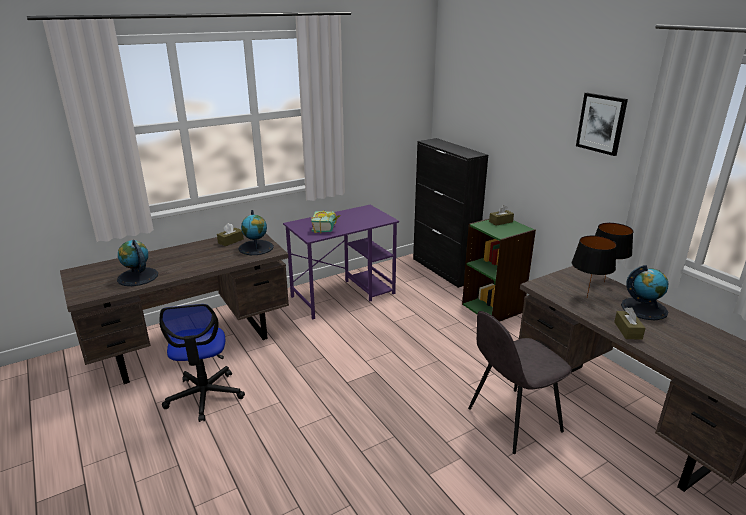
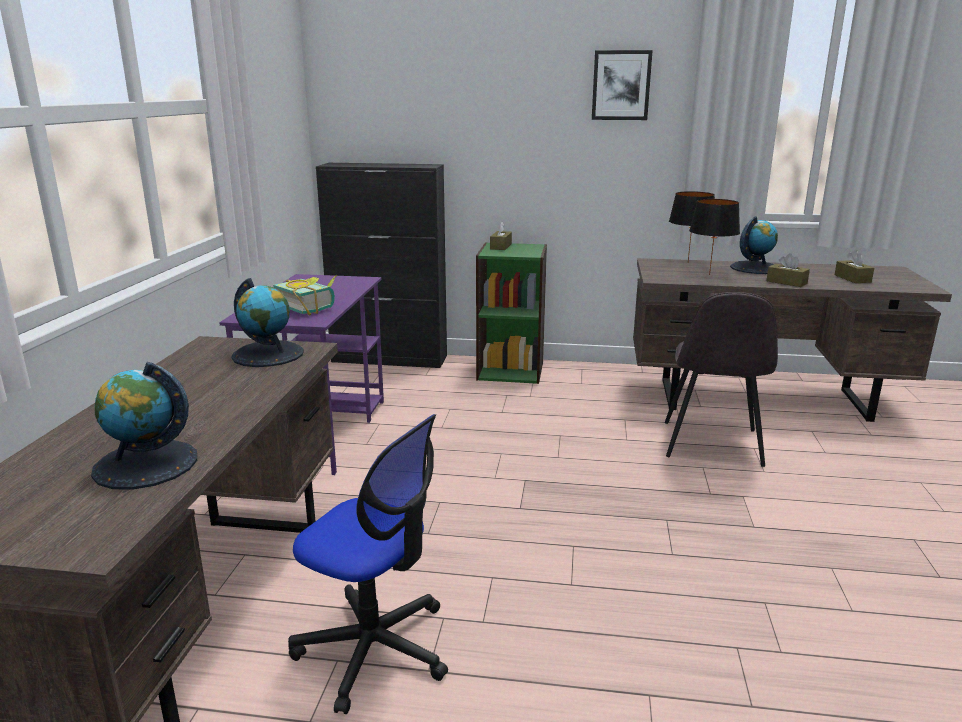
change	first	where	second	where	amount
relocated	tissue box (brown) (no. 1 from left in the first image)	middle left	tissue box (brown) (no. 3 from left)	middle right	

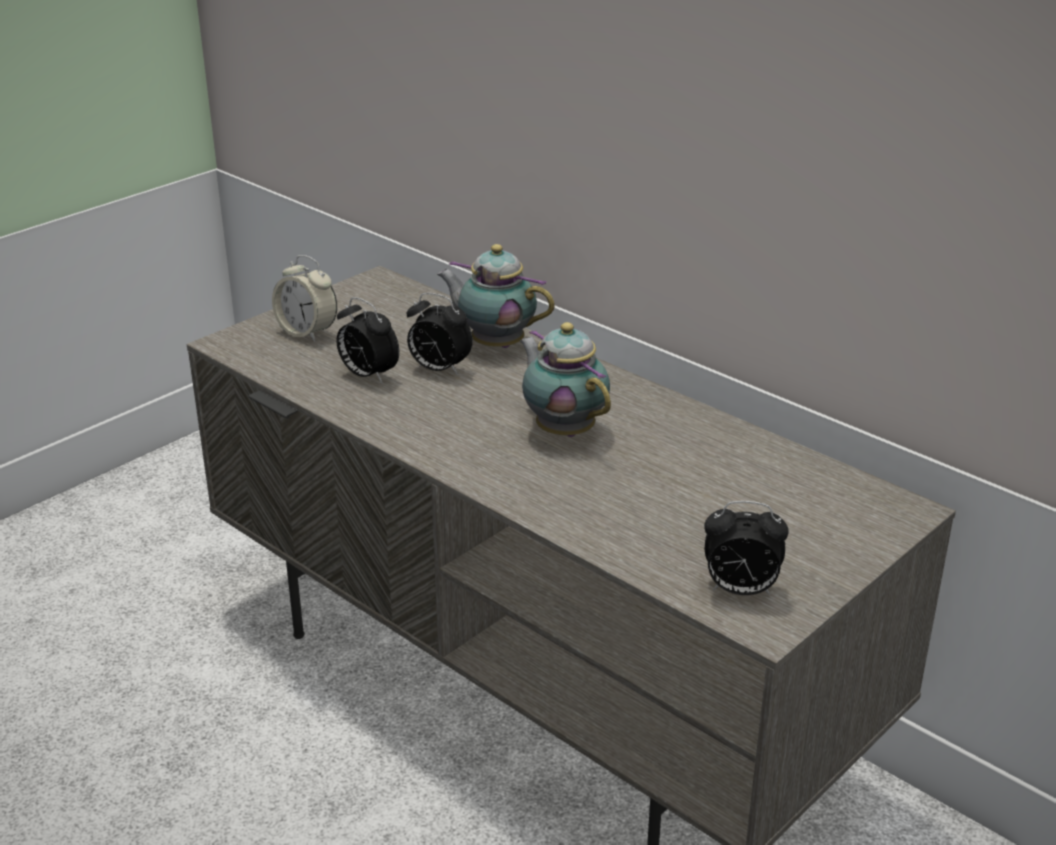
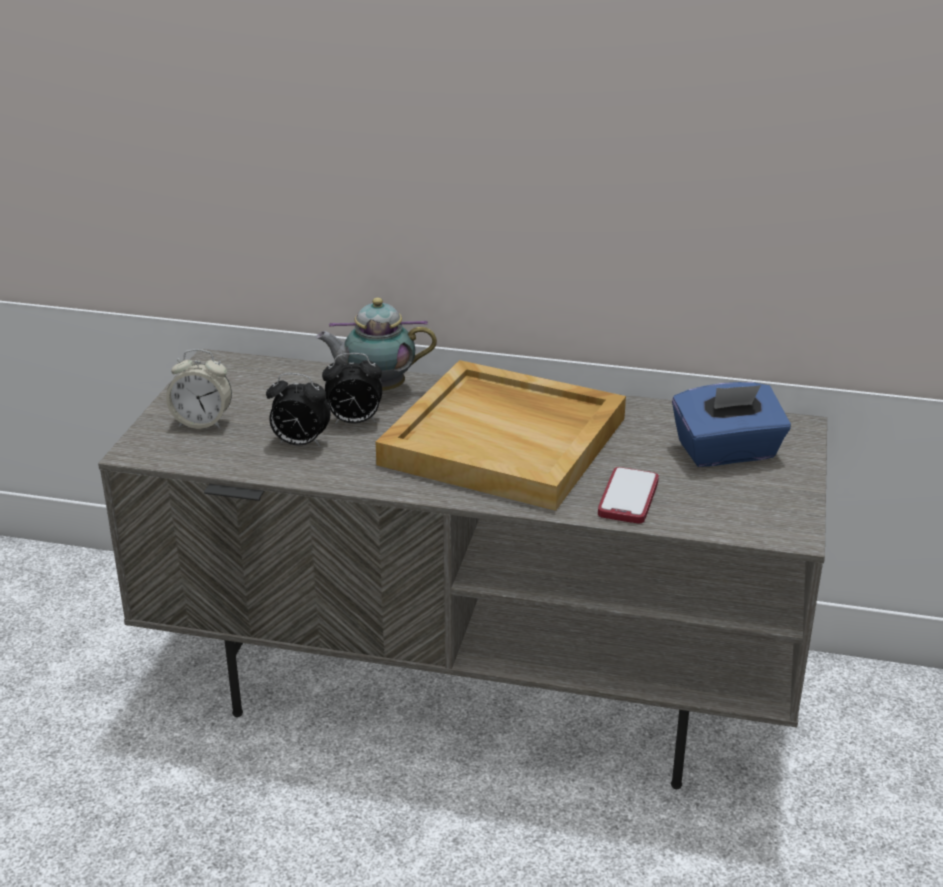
change	first	where	second	where	amount
missing	alarm clock (no. 4 from left)	middle right			
appeared			phone	centre	
appeared			tissue box (blue)	middle right	
exchanged	teapot (no. 2 from left)	centre	tray (beige)	centre	

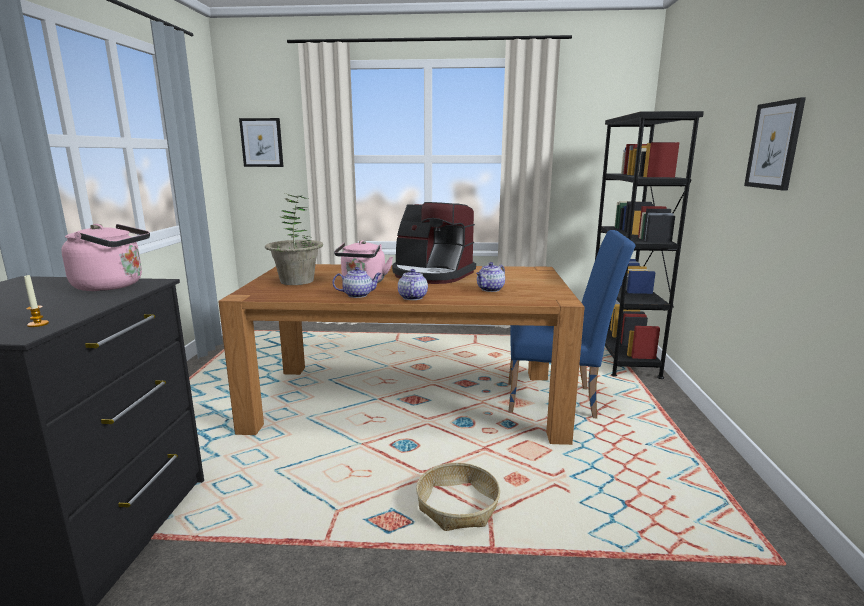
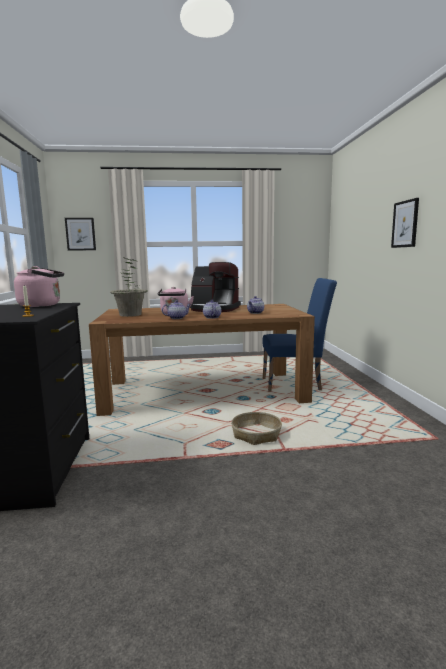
change	first	where	second	where	amount
missing	bookcase (black)	middle right			

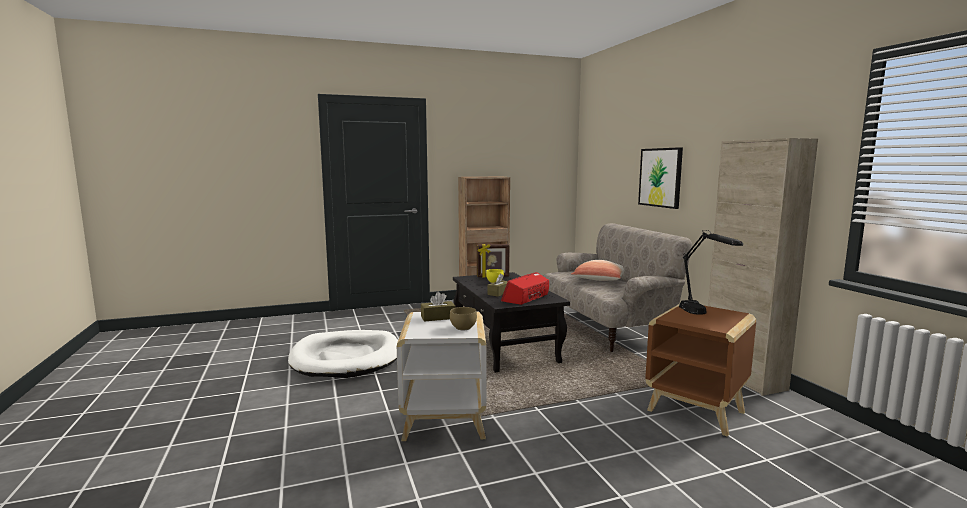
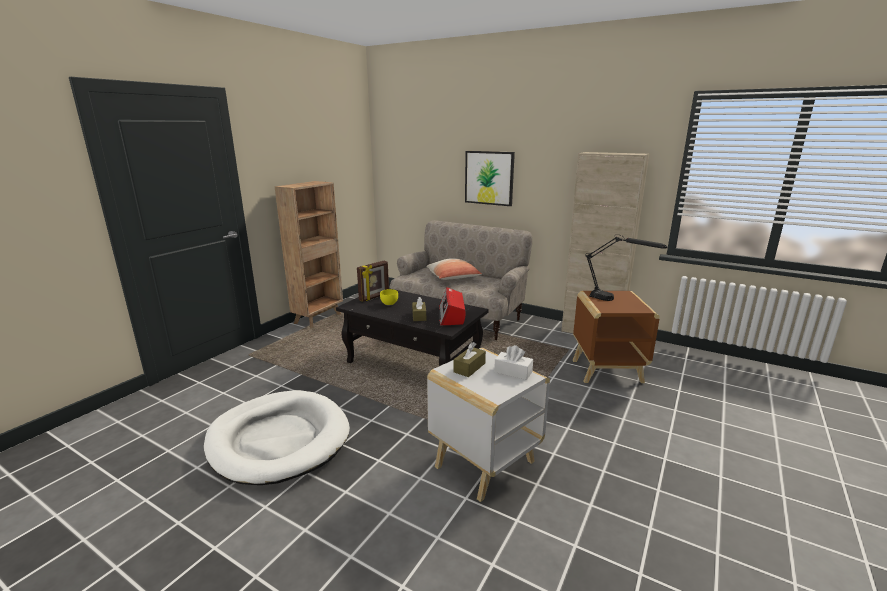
change	first	where	second	where	amount
exchanged	bowl (brown)	centre	tissue box (white)	centre	

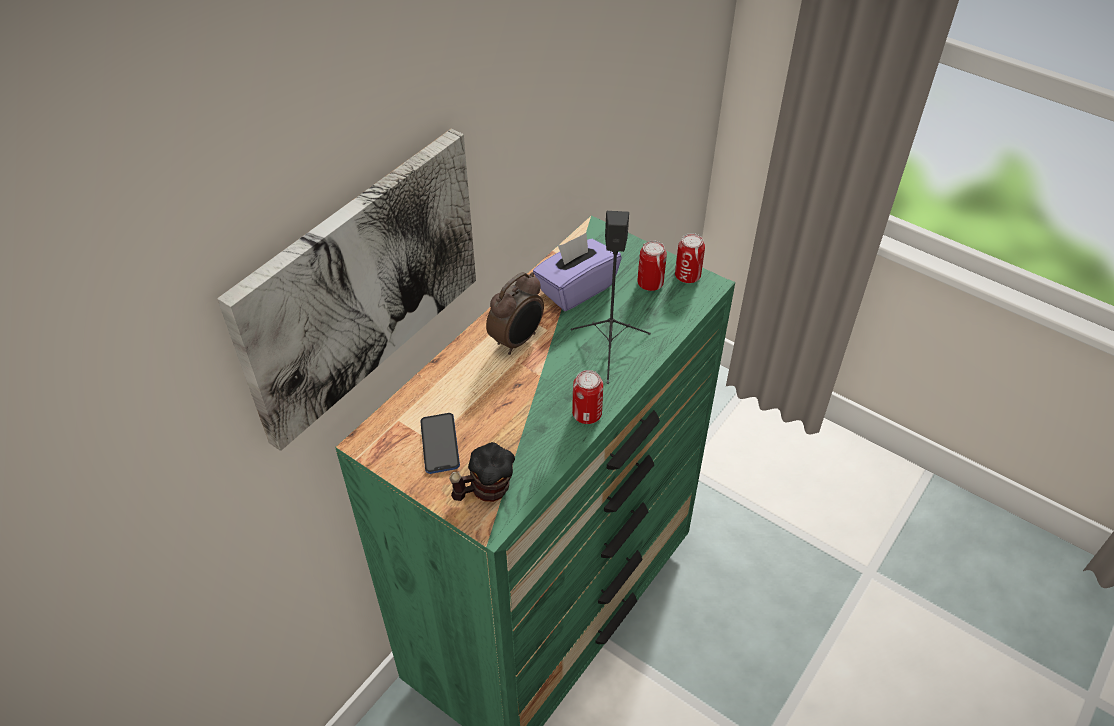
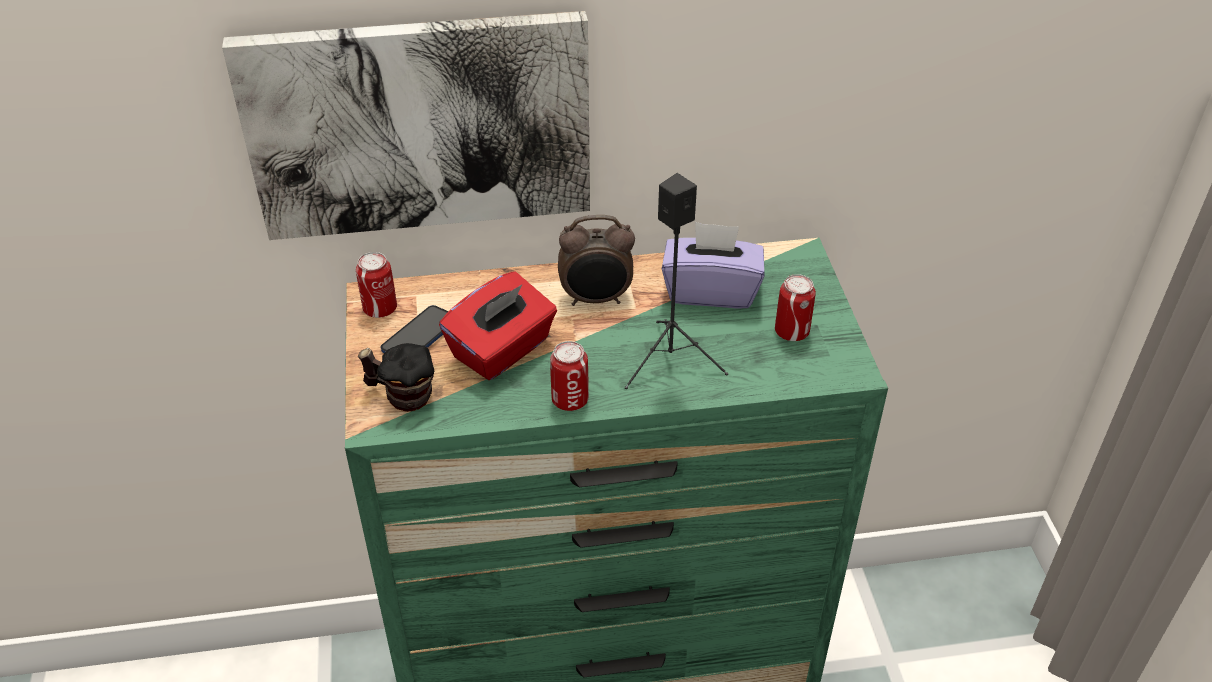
change	first	where	second	where	amount
appeared			tissue box (red)	centre	
relocated	can (no. 3 from left in the first image)	centre	can (no. 1 from left)	middle left	

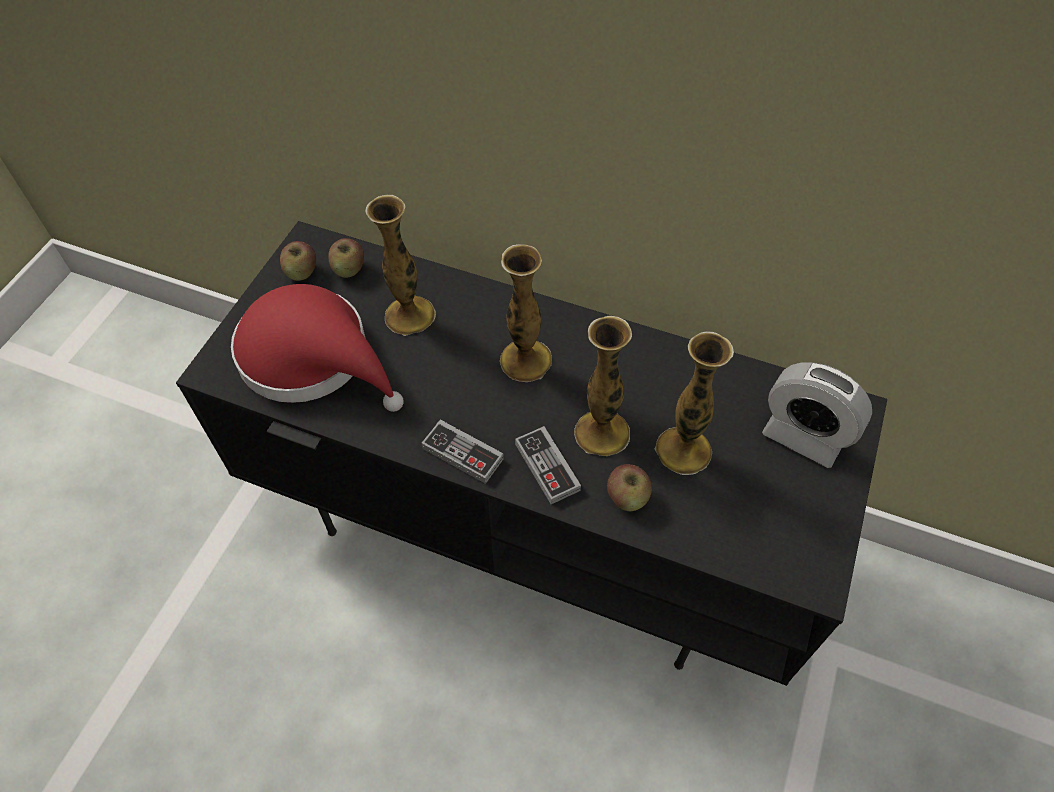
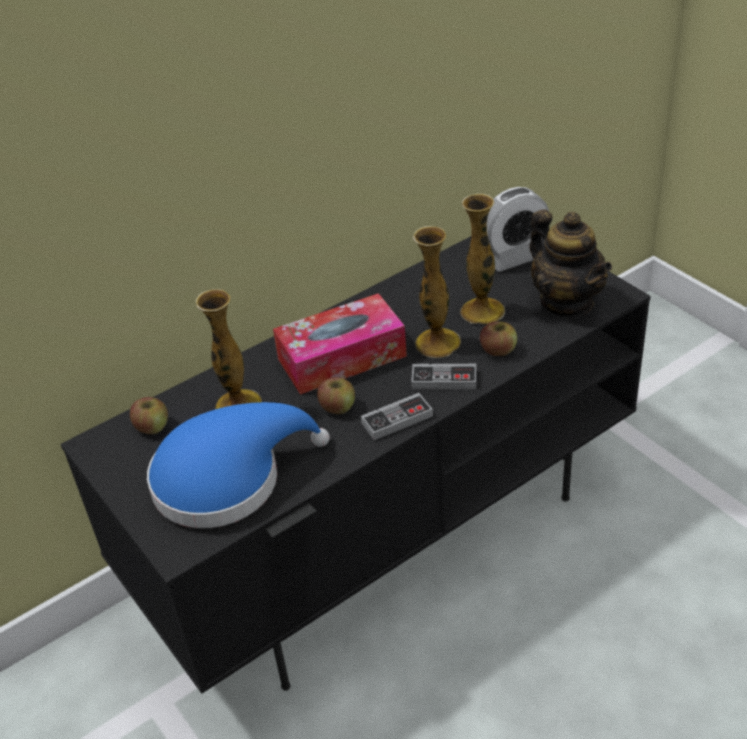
change	first	where	second	where	amount
appeared			teapot	middle right	
relocated	apple (no. 1 from left in the first image)	top left	apple (no. 2 from left)	centre	
exchanged	vase (no. 2 from left)	centre	tissue box	centre	
colour	hat (red)	middle left	hat (blue)	middle left	

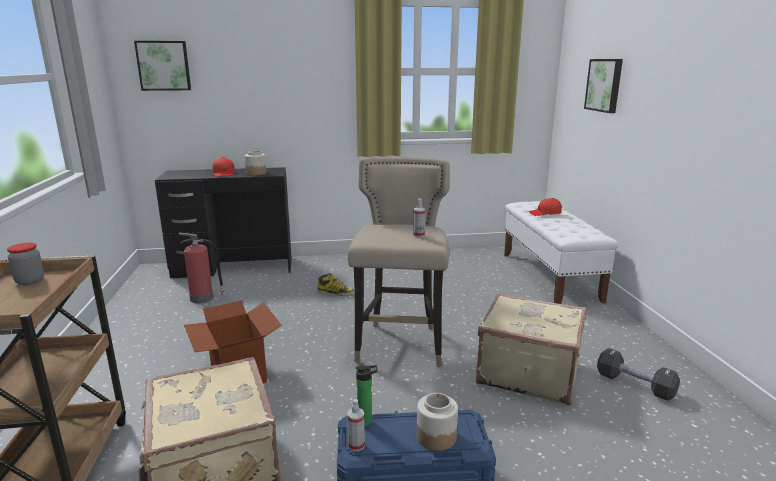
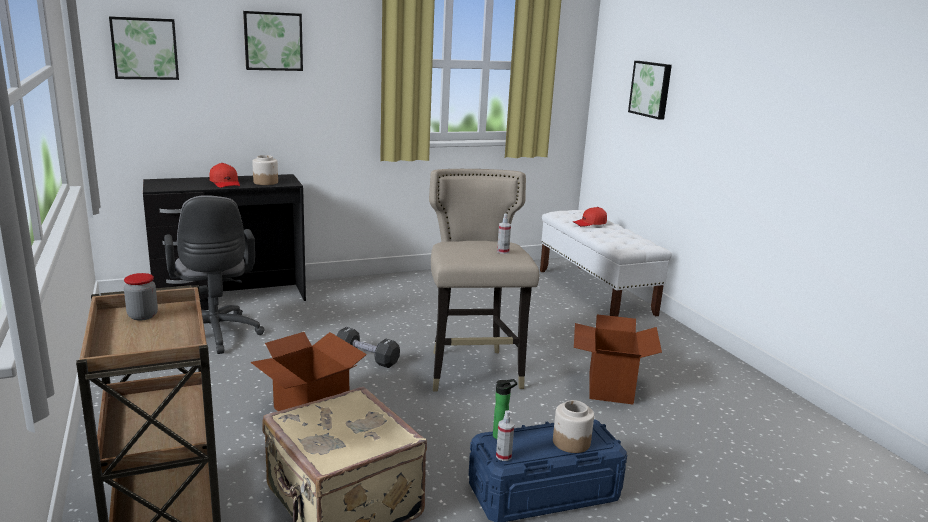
change	first	where	second	where	amount
missing	boot	centre			
appeared			picture (no. 2 from left)	top left	
relocated	dumbbell (black)	bottom right		centre	
exchanged	fire extinguisher	middle left	office chair (grey)	middle left	
exchanged	suitcase (beige) (no. 2 from left)	bottom right	cardboard box (no. 2 from left)	bottom centre	

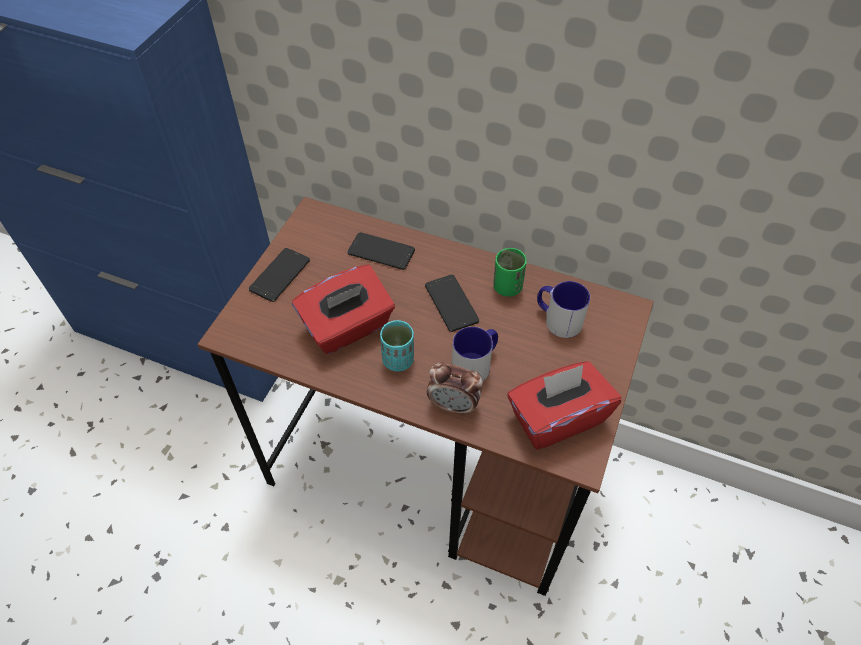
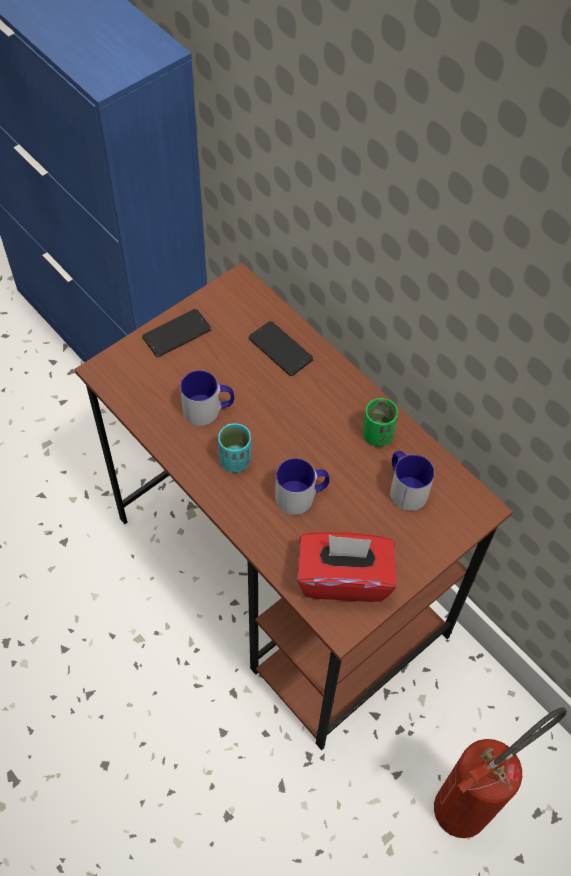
change	first	where	second	where	amount
missing	phone (no. 3 from left)	centre			
missing	alarm clock	centre			
appeared			fire extinguisher	bottom right	
exchanged	tissue box (red) (no. 1 from left)	centre	mug (no. 1 from left)	centre	

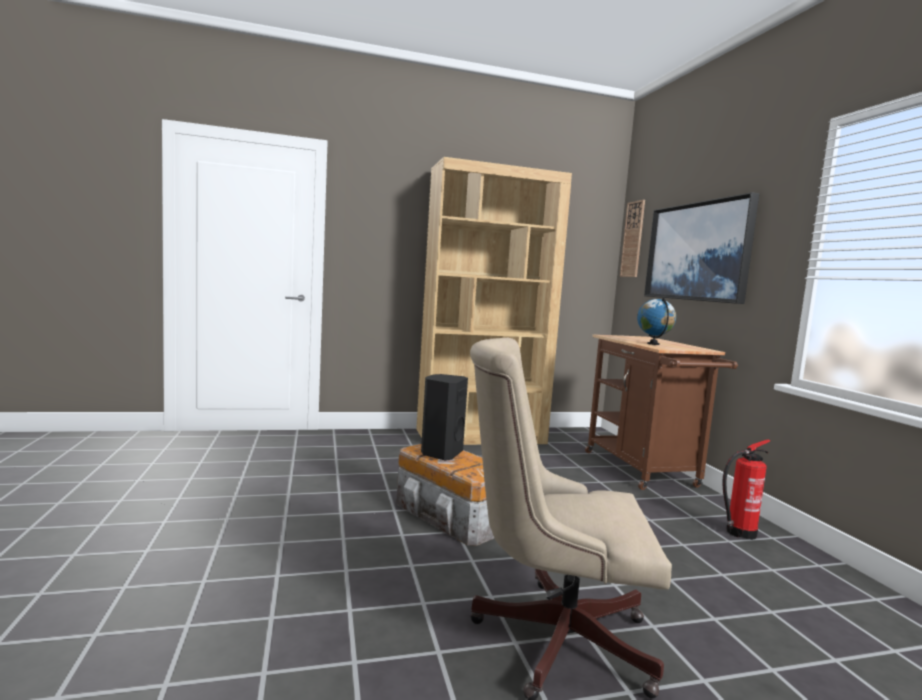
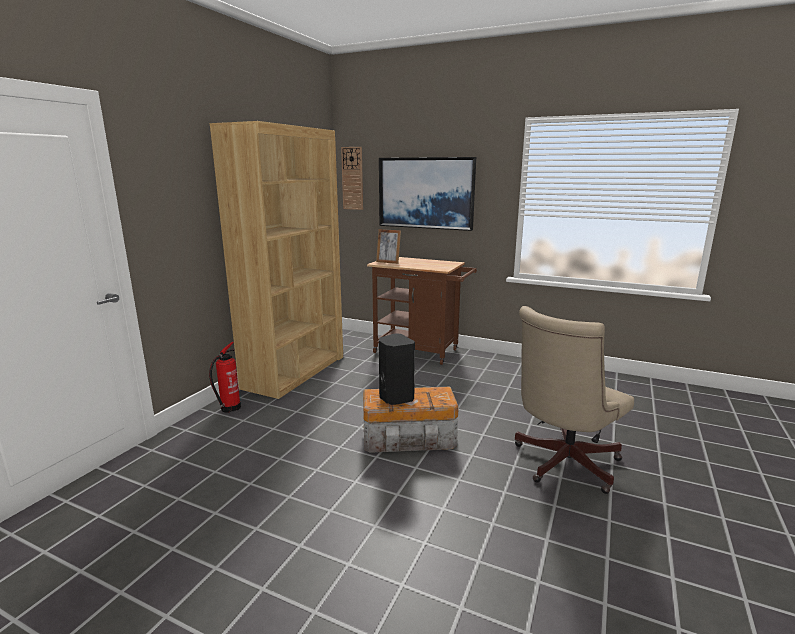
change	first	where	second	where	amount
missing	globe	middle right			
appeared			picture frame	centre	
relocated	fire extinguisher	bottom right		middle left	

